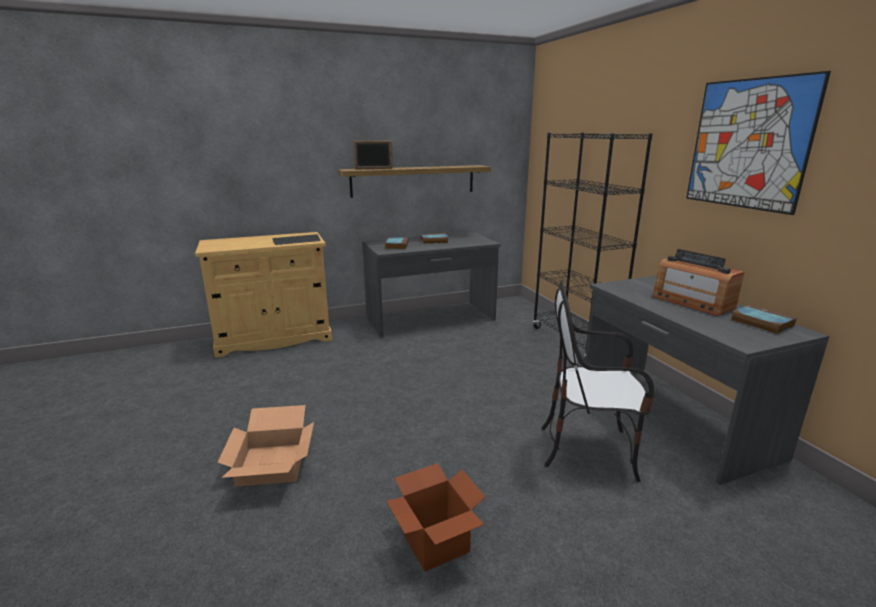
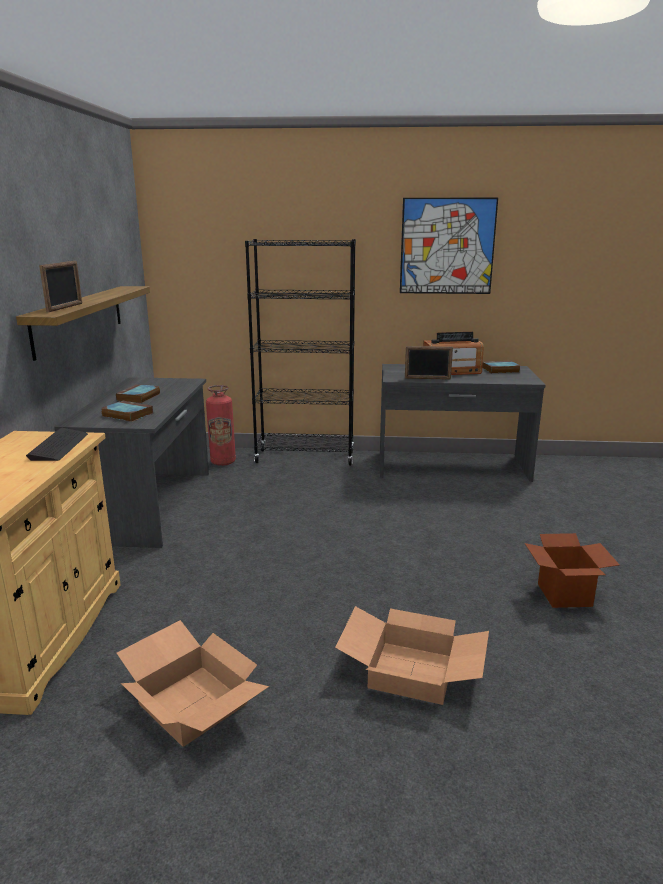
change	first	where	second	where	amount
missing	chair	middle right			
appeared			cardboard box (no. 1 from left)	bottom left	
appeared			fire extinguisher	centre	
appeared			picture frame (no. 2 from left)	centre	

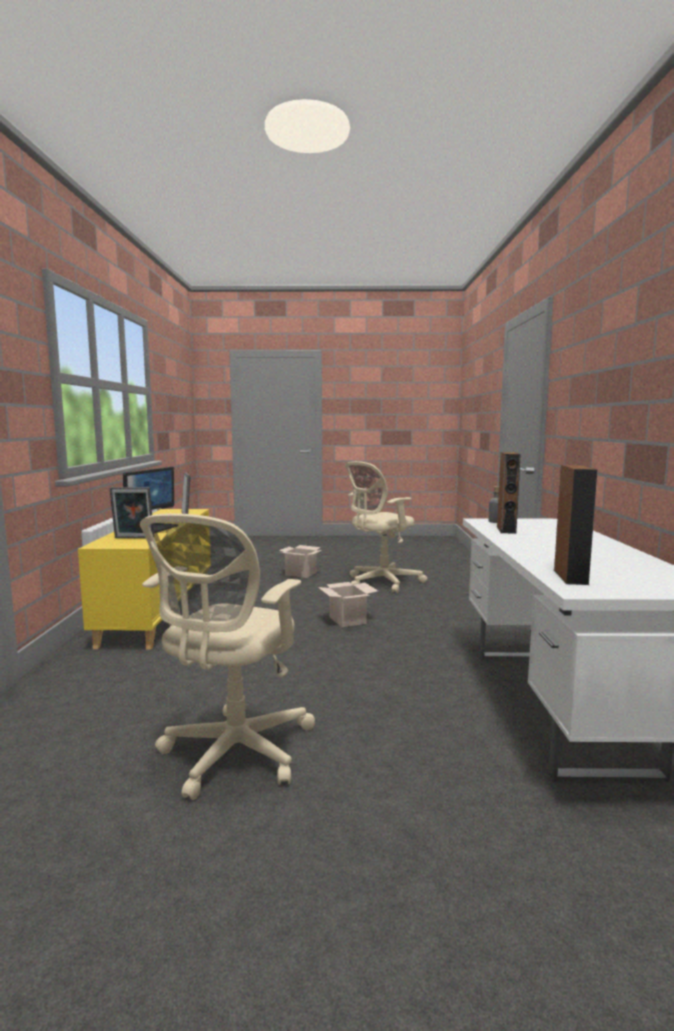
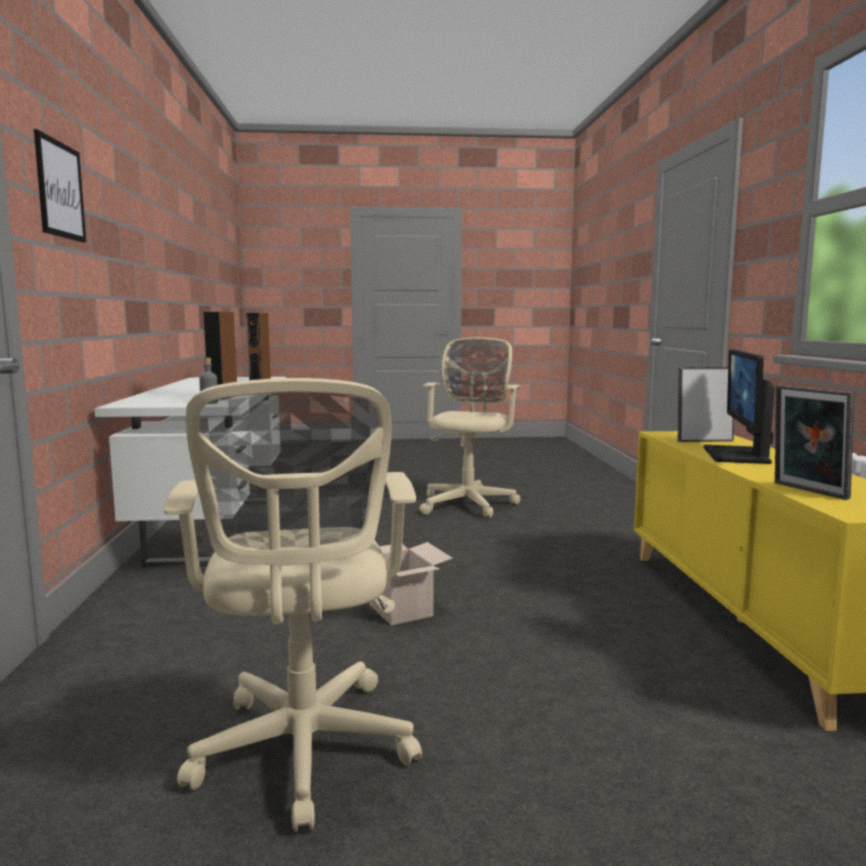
change	first	where	second	where	amount
missing	cardboard box (no. 1 from left)	centre			
appeared			picture	top left	
spun	office chair (beige) (no. 2 from left in the first image)	centre	office chair (beige) (no. 1 from left)	bottom centre	120 degrees clockwise

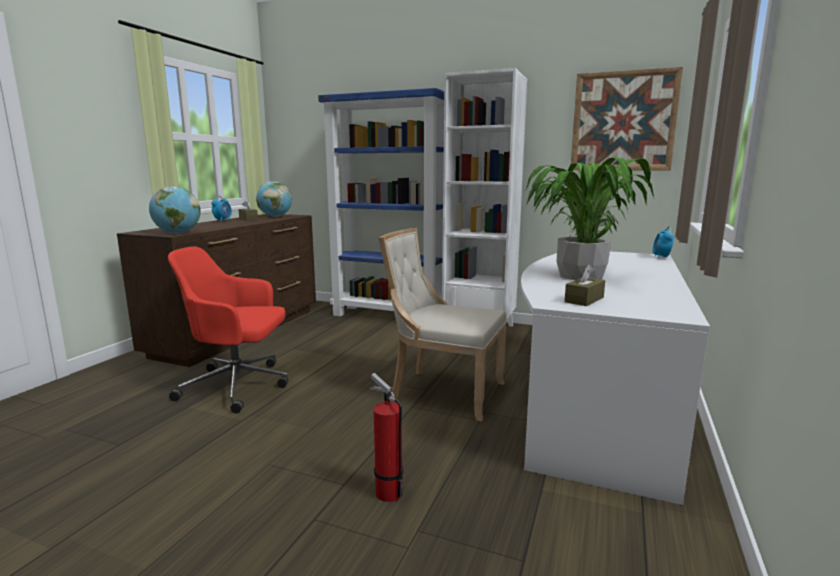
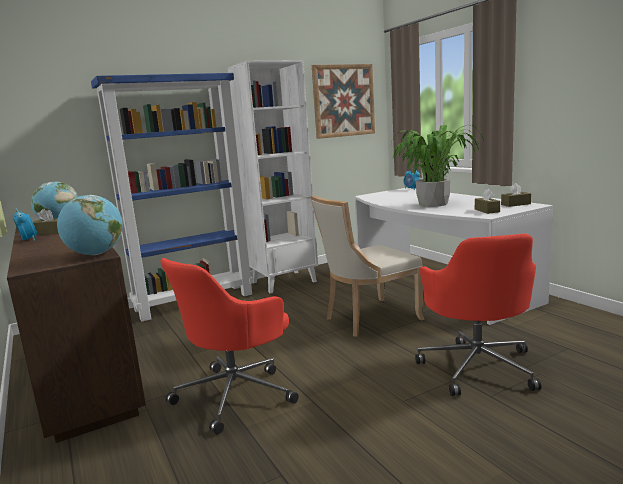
change	first	where	second	where	amount
appeared			tissue box (brown) (no. 3 from left)	middle right	
exchanged	fire extinguisher	bottom centre	office chair (red) (no. 2 from left)	middle right	

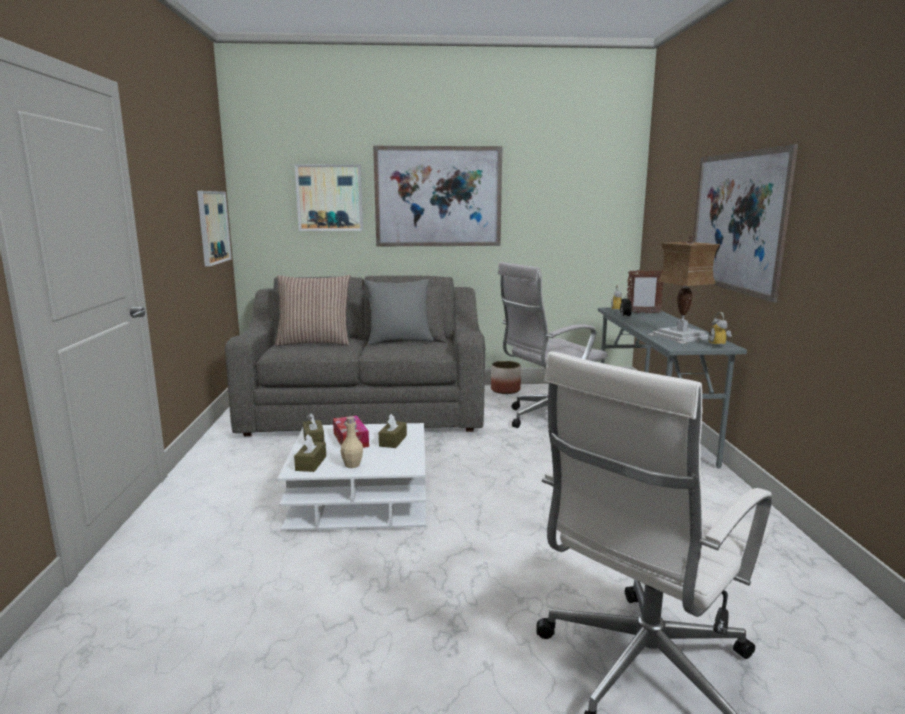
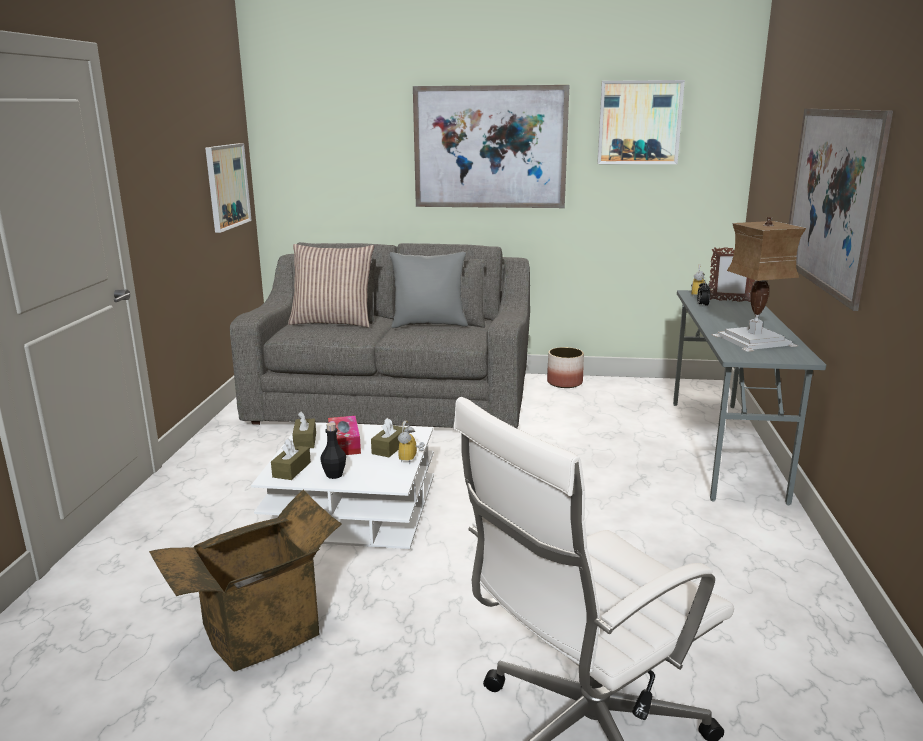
change	first	where	second	where	amount
missing	office chair (white) (no. 1 from left)	centre			
appeared			cardboard box	bottom left	
relocated	picture (no. 2 from left in the first image)	top centre	picture (no. 3 from left)	top right	
relocated	alarm clock (no. 3 from left in the first image)	middle right	alarm clock (no. 1 from left)	centre	
colour	bottle (beige)	centre	bottle (black)	centre	

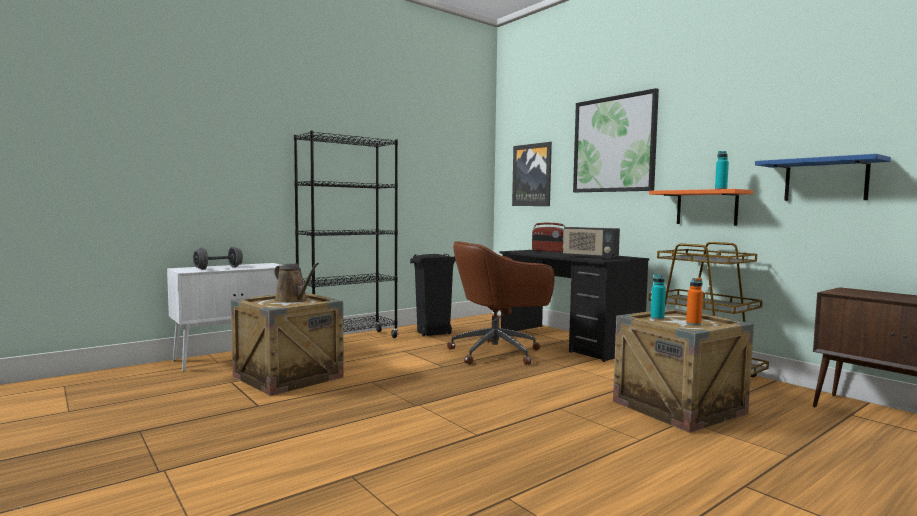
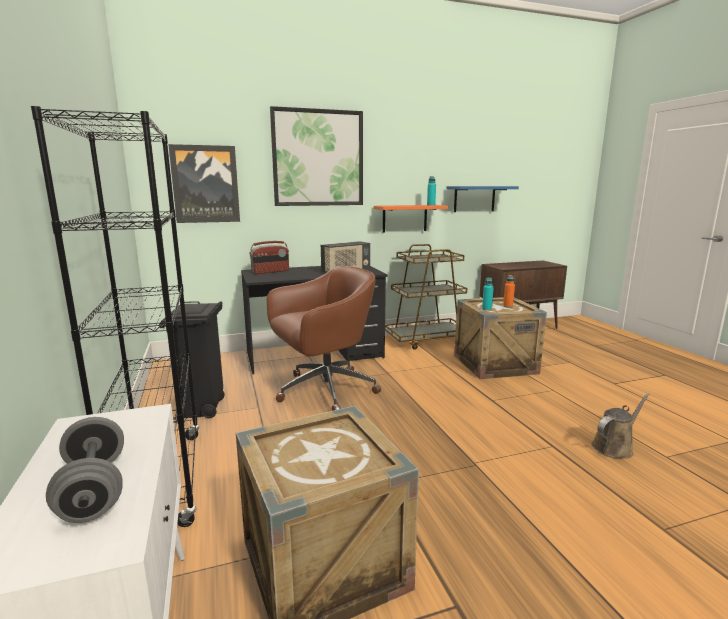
change	first	where	second	where	amount
relocated	watering can (brown)	middle left		bottom right	
spun	office chair (brown)	centre		centre	120 degrees counterclockwise

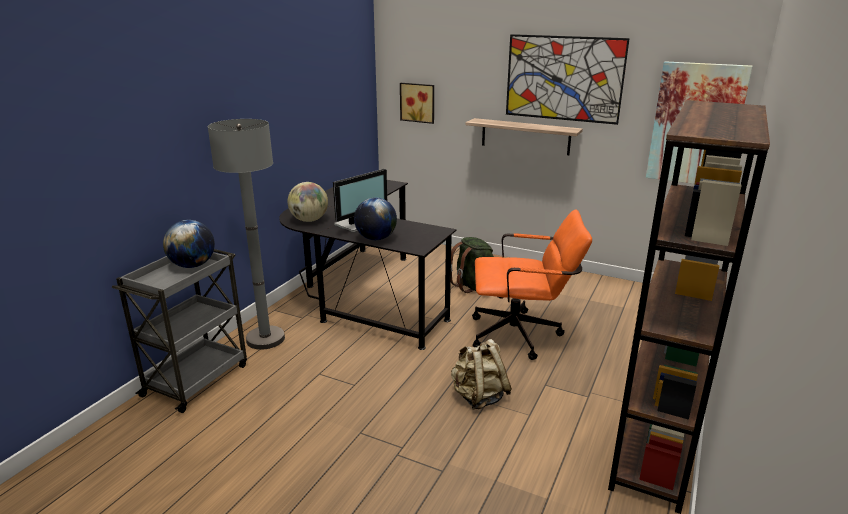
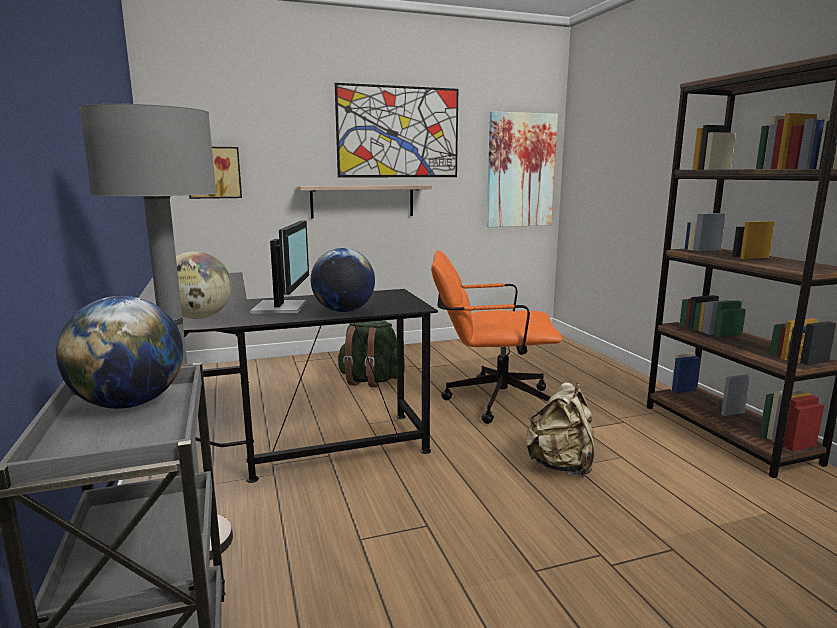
change	first	where	second	where	amount
spun	office chair (orange)	centre		centre	135 degrees counterclockwise

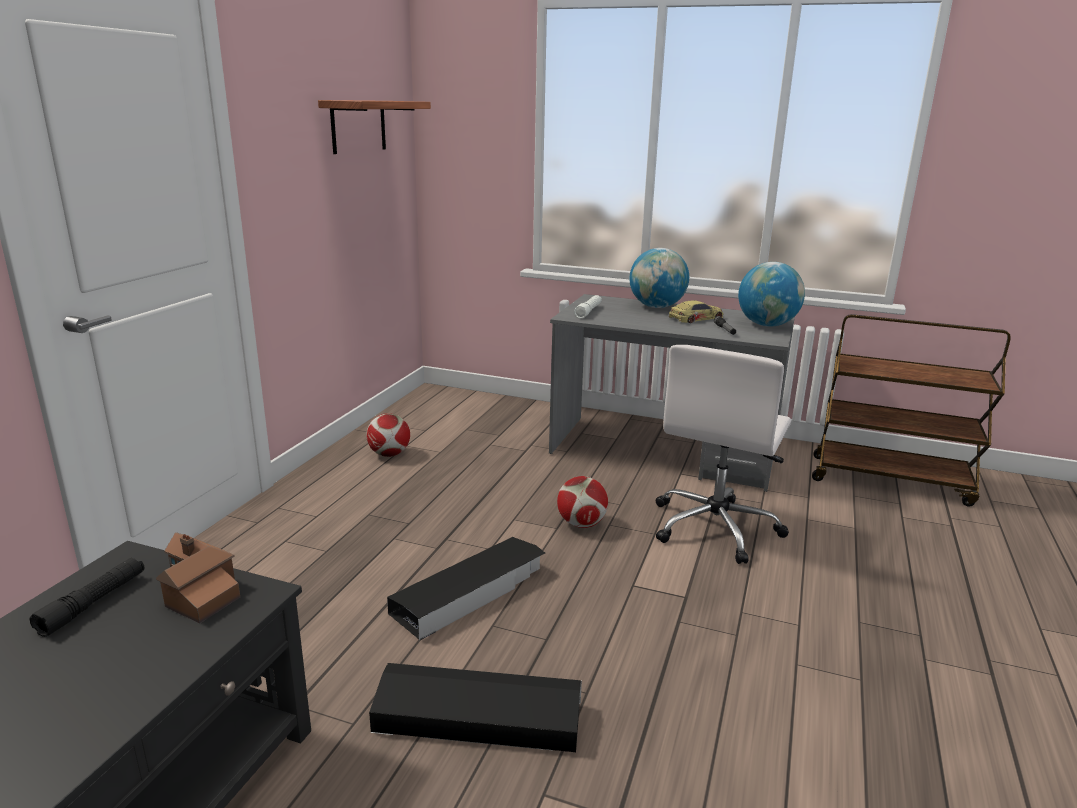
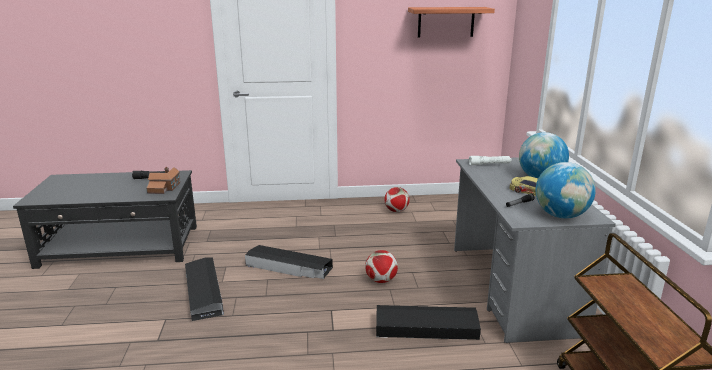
change	first	where	second	where	amount
exchanged	office chair (white)	middle right	storage box (black) (no. 3 from left)	bottom centre	

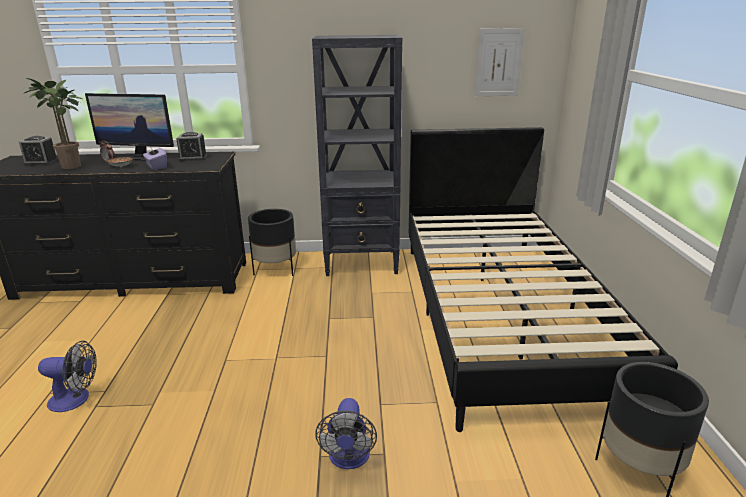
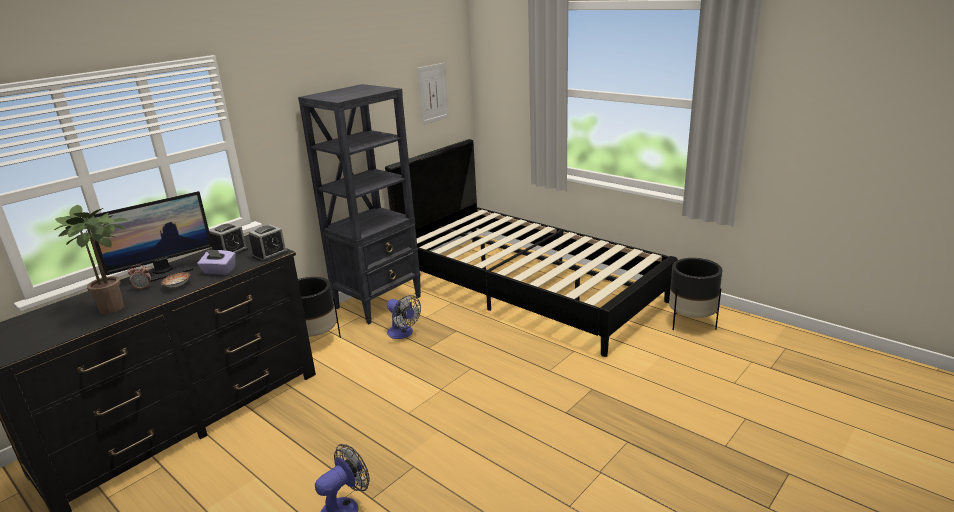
change	first	where	second	where	amount
relocated	alarm clock (no. 1 from left in the first image)	top left	alarm clock (no. 3 from left)	middle left	
relocated	fan (no. 2 from left)	bottom centre		centre	

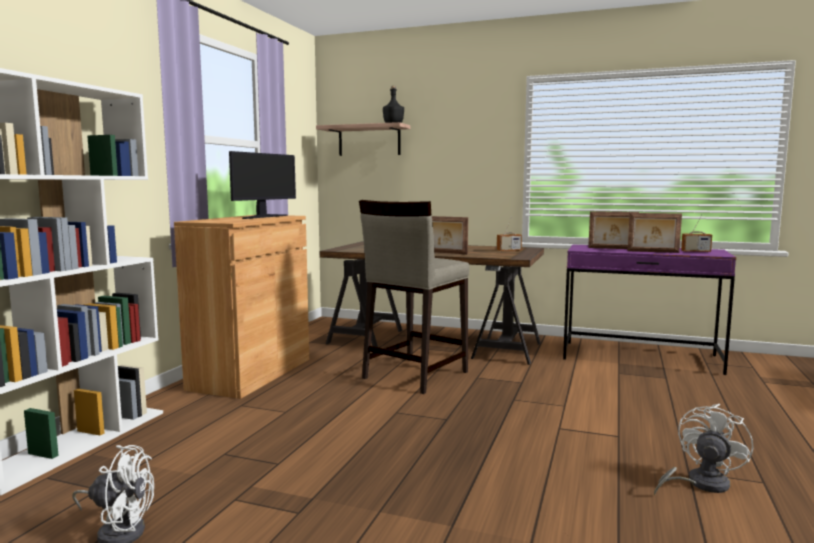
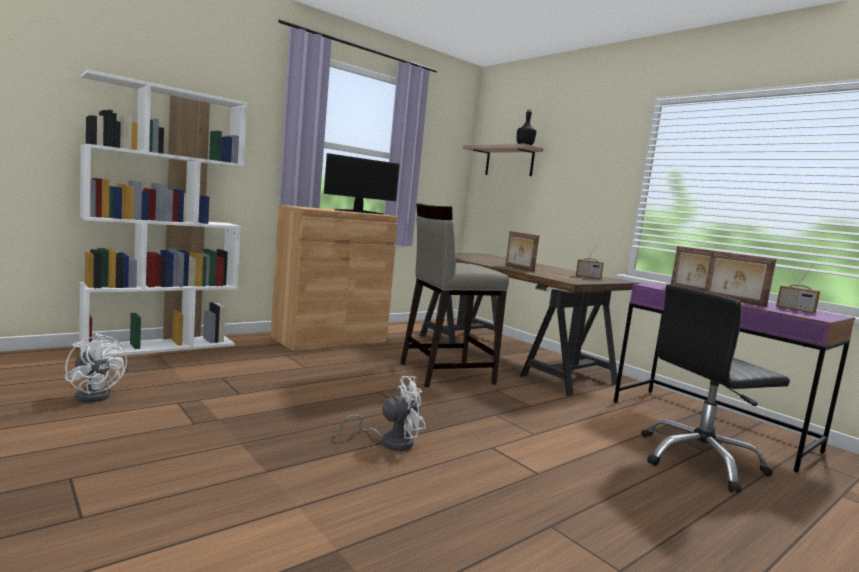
change	first	where	second	where	amount
appeared			office chair (black)	bottom right	
relocated	fan (white) (no. 2 from left)	bottom right		bottom centre	

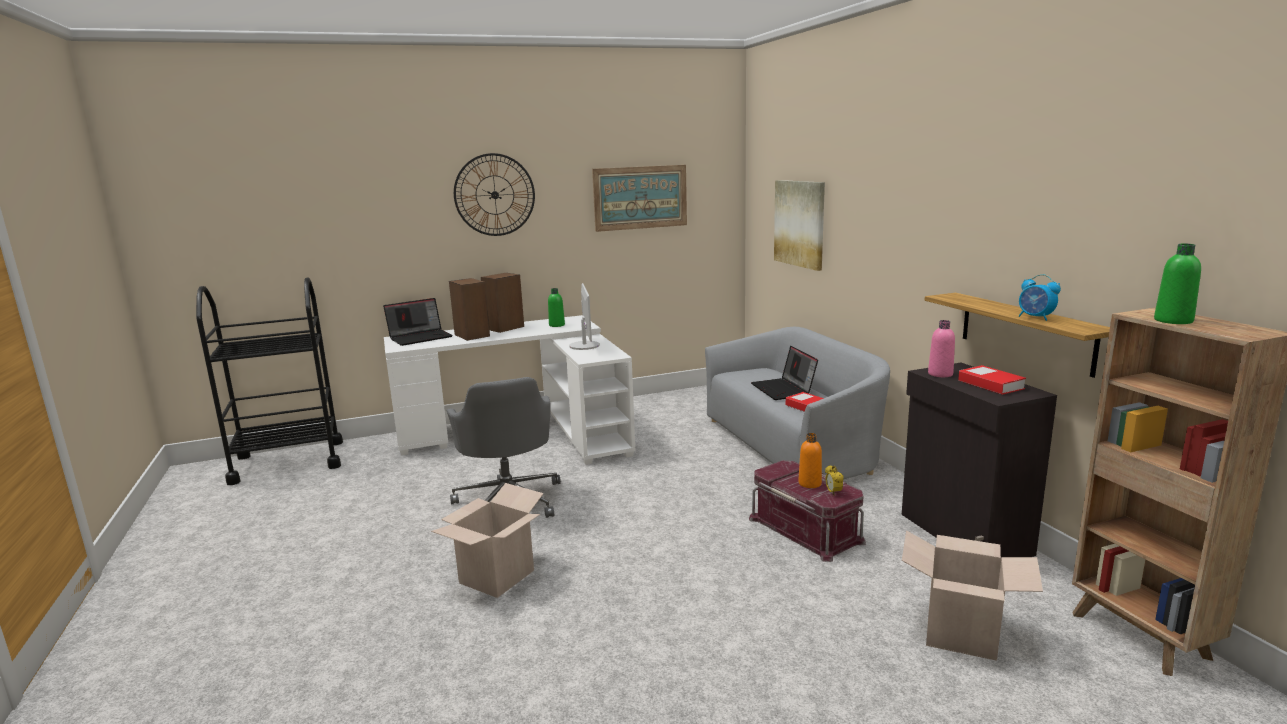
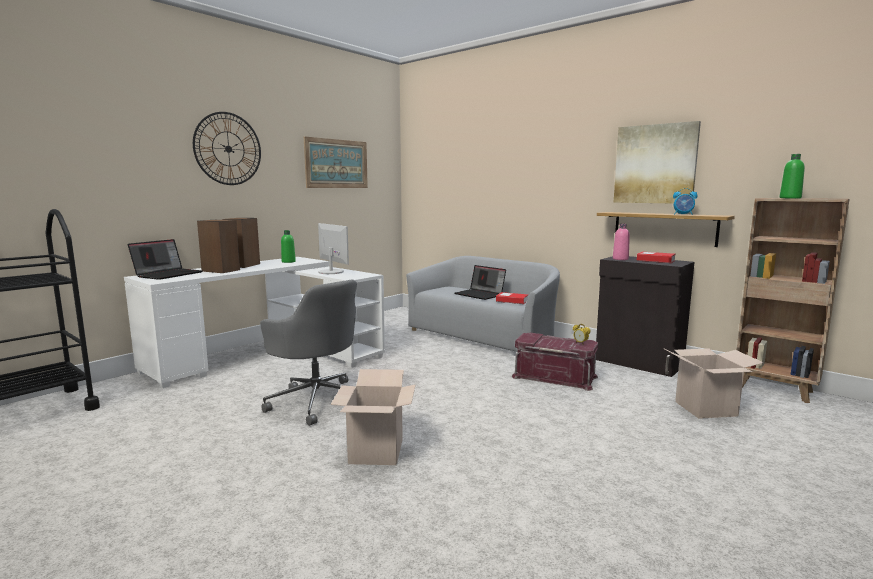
change	first	where	second	where	amount
missing	bottle (orange)	centre			
relocated	picture (no. 2 from left)	top centre		top right	

